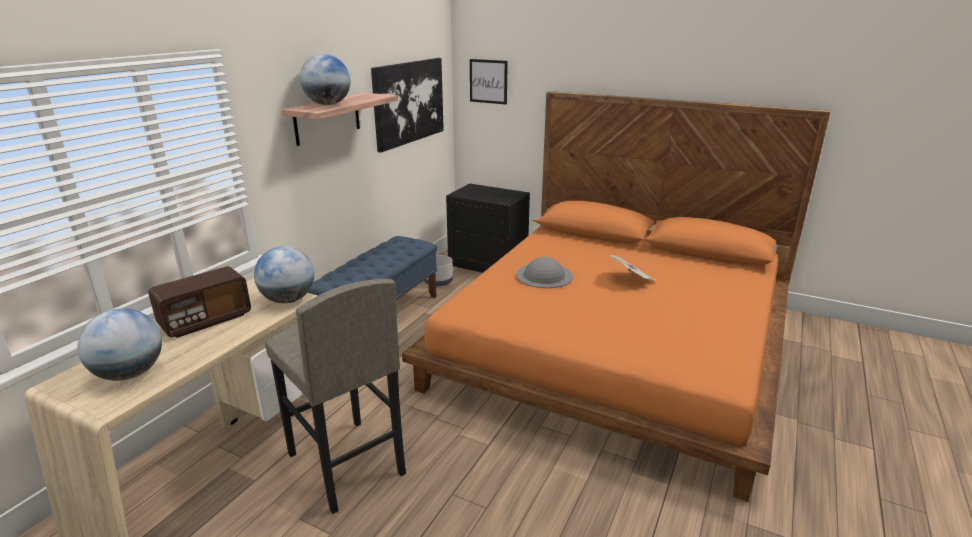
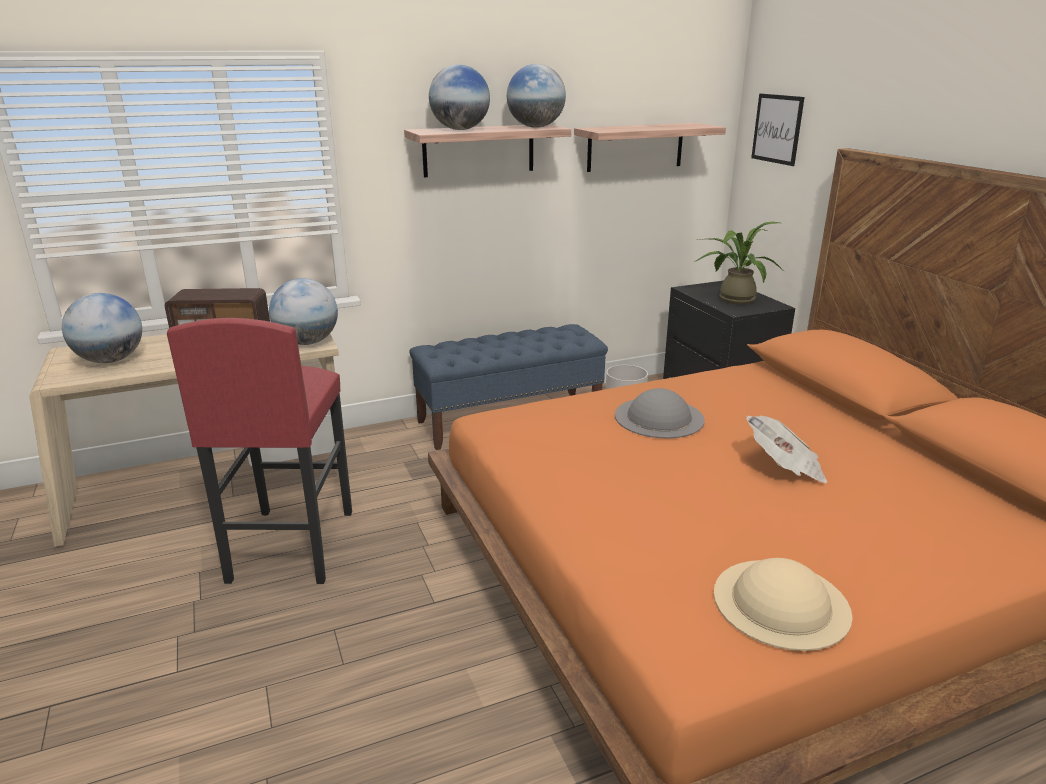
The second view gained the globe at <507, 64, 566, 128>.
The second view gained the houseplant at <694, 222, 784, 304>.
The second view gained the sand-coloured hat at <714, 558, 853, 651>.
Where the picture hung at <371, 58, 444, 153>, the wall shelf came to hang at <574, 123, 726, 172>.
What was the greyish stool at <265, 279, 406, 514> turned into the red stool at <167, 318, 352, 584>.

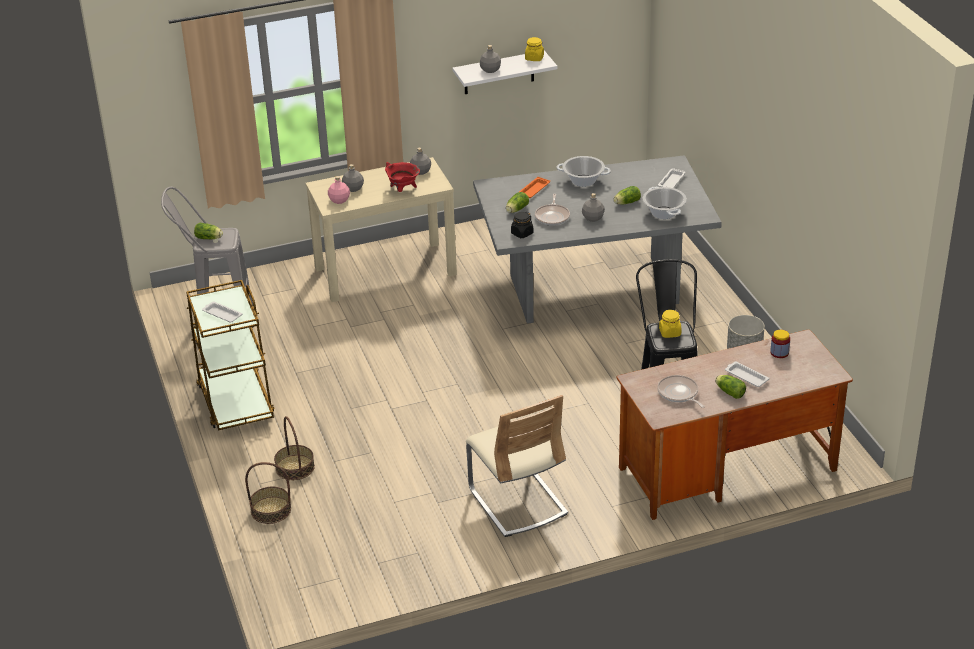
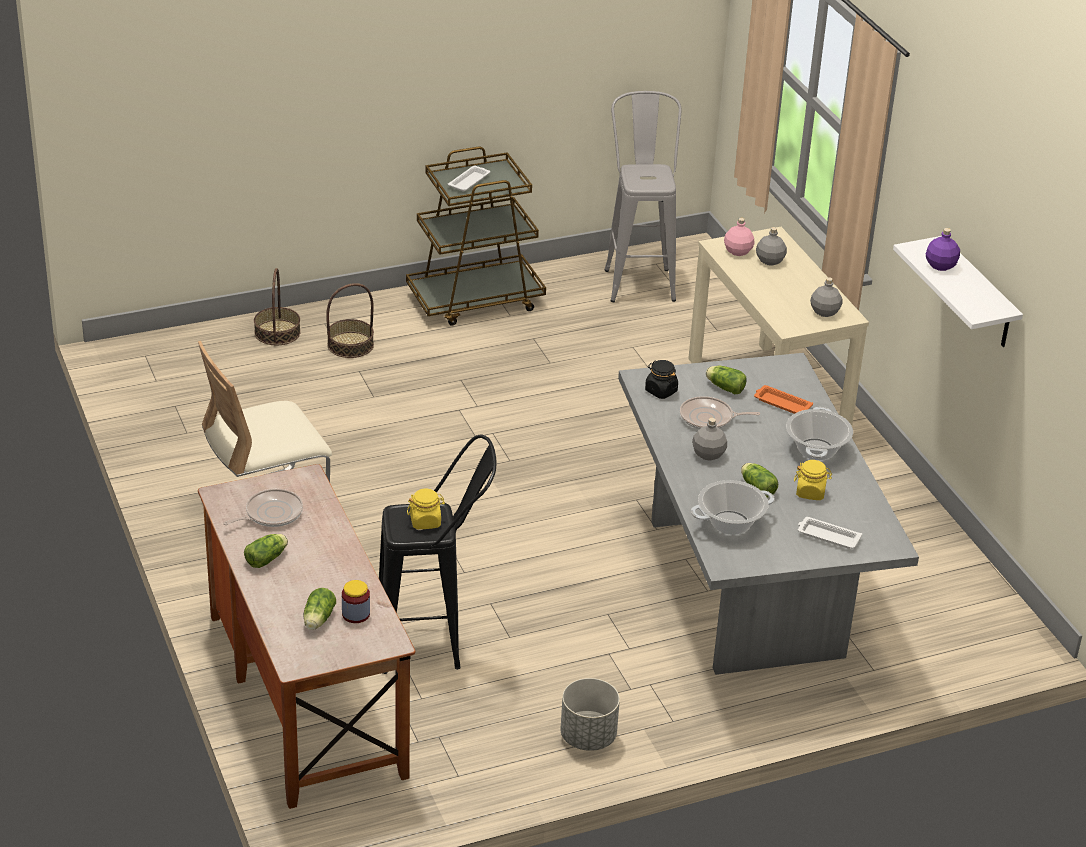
The second view lost the red stockpot at <385, 162, 420, 192>.
The second view lost the white serving tray at <725, 361, 770, 387>.
The lettuce head ended up elsewhere, having gone from <194, 223, 223, 239> to <303, 588, 336, 630>.
The yellowish jar ended up elsewhere, having gone from <525, 37, 544, 61> to <794, 460, 832, 500>.
What was the greyish bottle at <480, 45, 501, 73> turned into the purple bottle at <926, 228, 960, 271>.

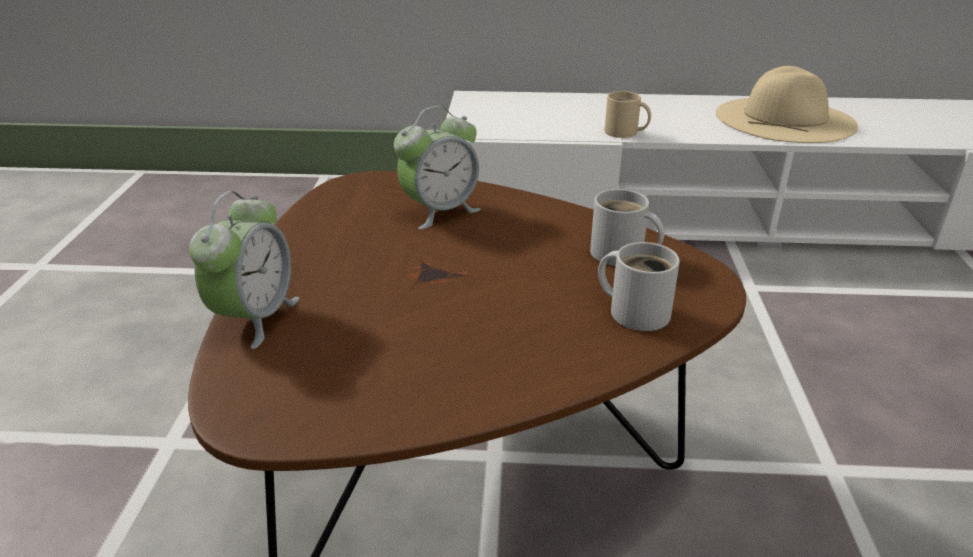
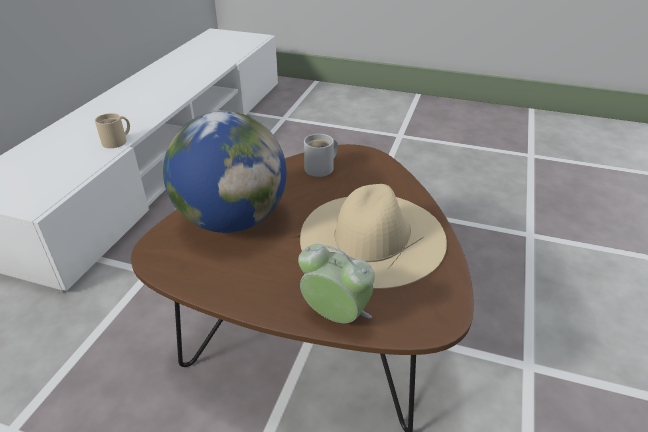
The second view lost the white mug at <598, 242, 680, 331>.
The sand-coloured hat ended up elsewhere, having gone from <716, 66, 858, 143> to <300, 184, 447, 289>.
Where the alarm clock stood at <394, 106, 481, 229>, the globe came to stand at <163, 111, 287, 233>.

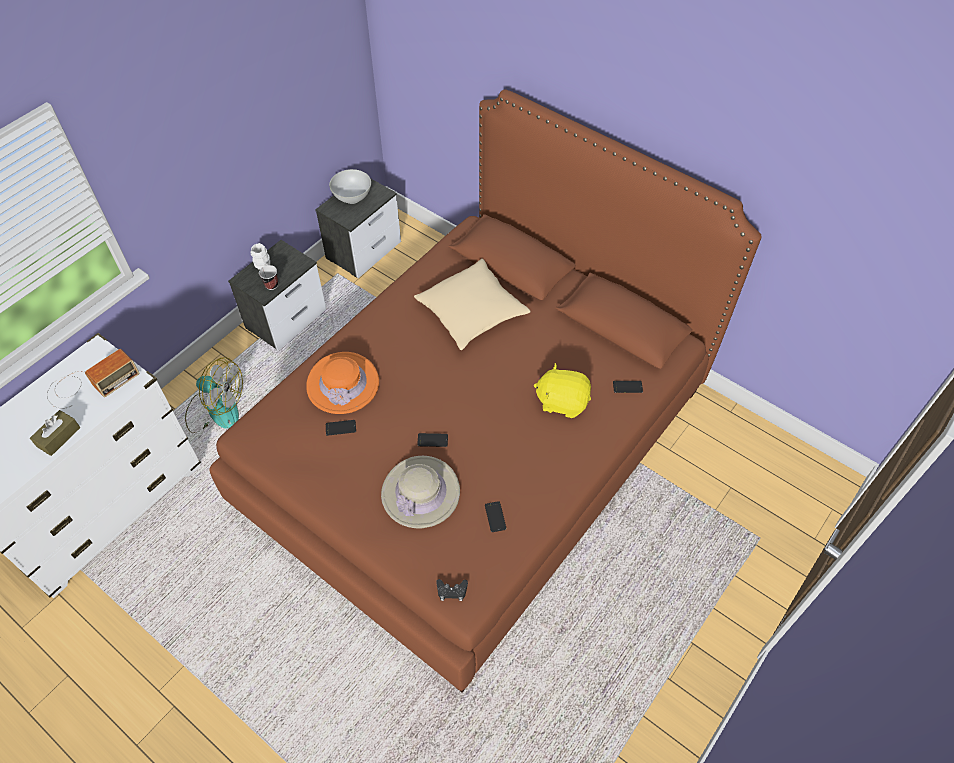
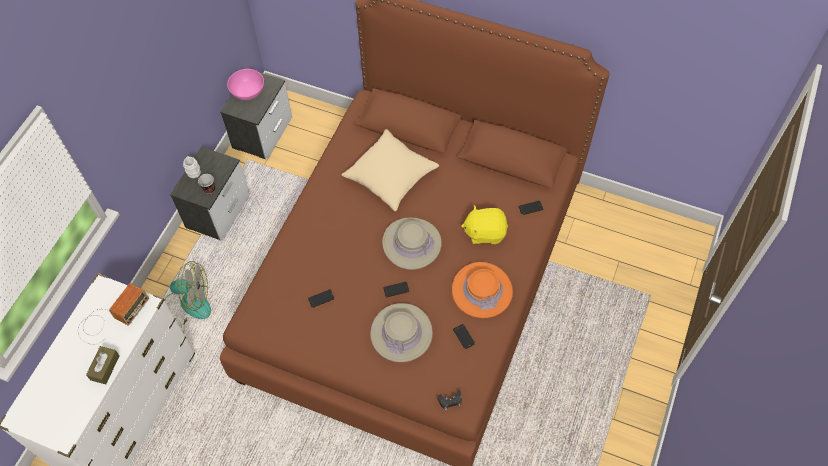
The second view gained the sand-coloured hat at <382, 218, 442, 270>.
The orangey hat ended up elsewhere, having gone from <306, 352, 379, 414> to <452, 262, 513, 318>.
What was the white bowl at <329, 169, 371, 204> turned into the pink bowl at <227, 69, 264, 100>.

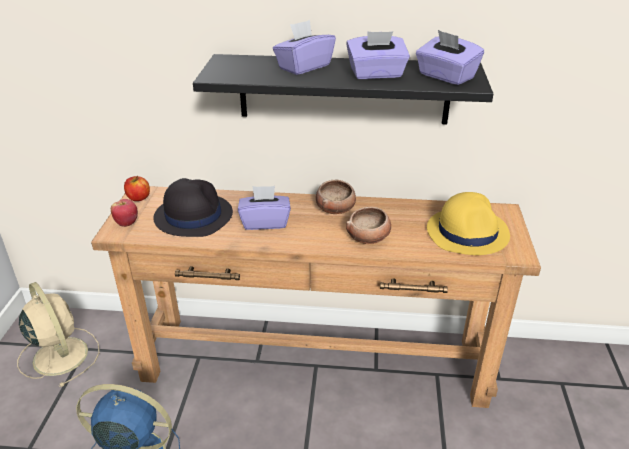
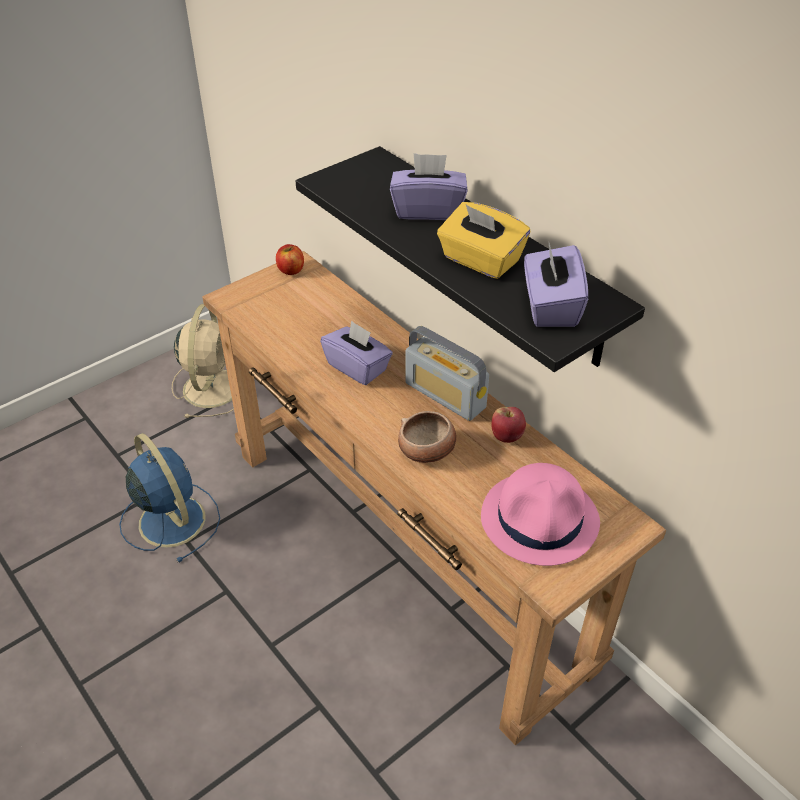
The second view lost the blackish hat at <153, 178, 233, 237>.
The apple fruit ended up elsewhere, having gone from <111, 199, 138, 227> to <491, 407, 526, 443>.
Where the bowl stood at <316, 180, 356, 214>, the radio receiver came to stand at <405, 326, 489, 421>.
What was the purple box of tissues at <346, 31, 410, 79> turned into the yellowish box of tissues at <437, 202, 530, 279>.
What was the yellowish hat at <427, 192, 510, 255> turned into the pink hat at <481, 463, 600, 566>.

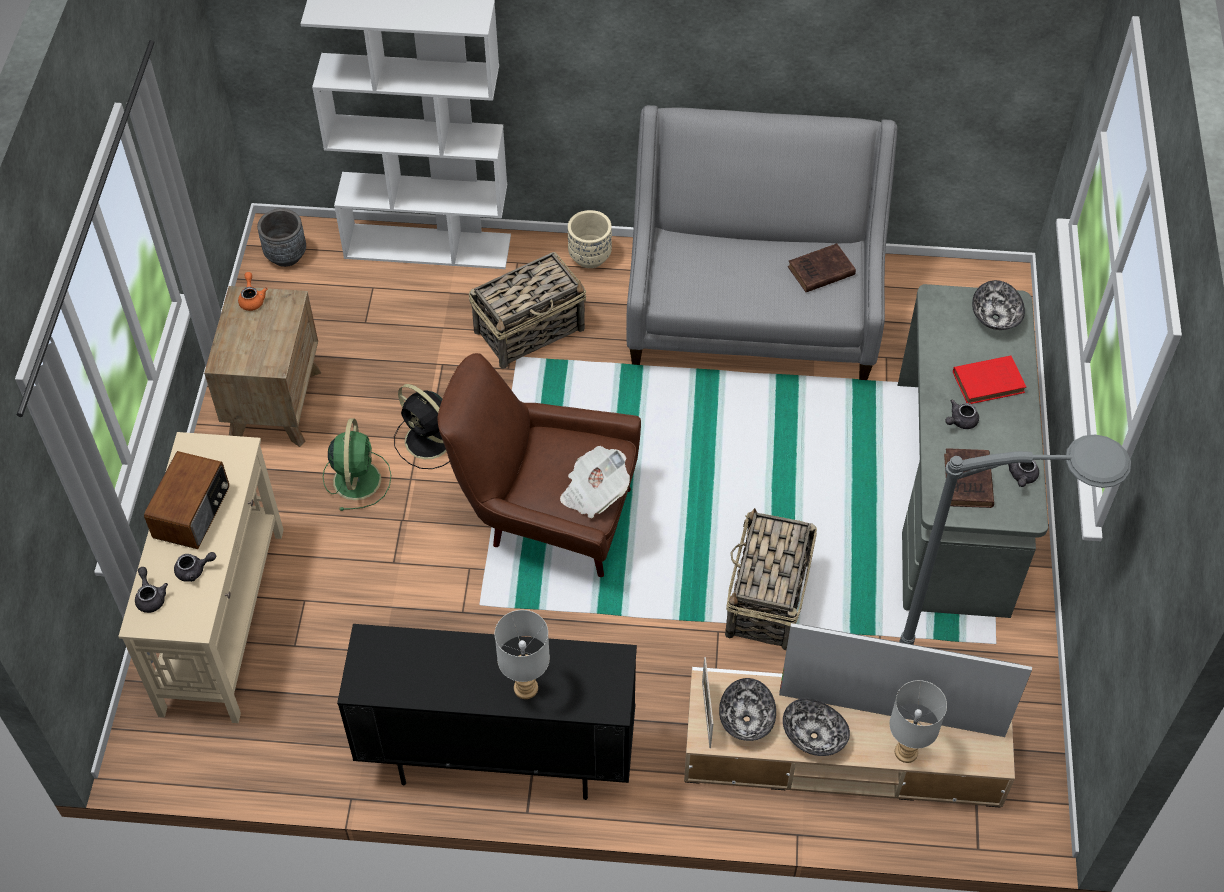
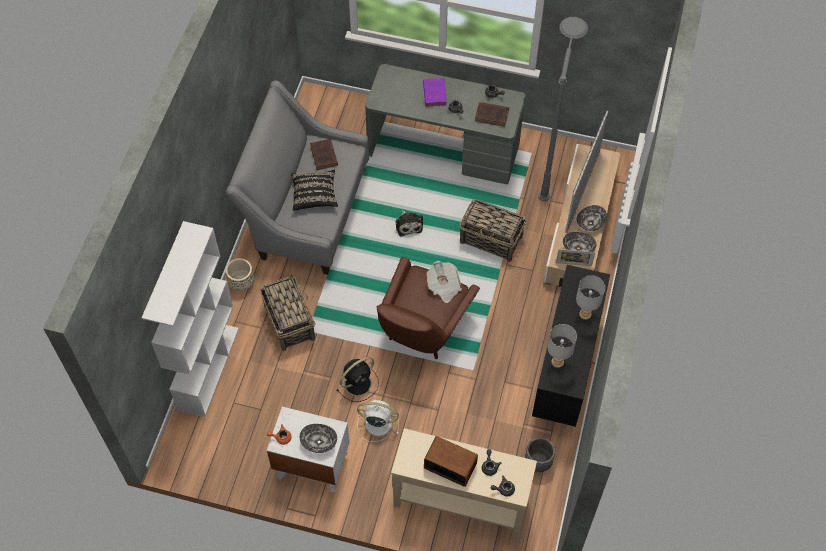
The second view gained the blackish throw pillow at <291, 169, 338, 211>.
The second view gained the plush toy at <395, 210, 423, 237>.
The greyish plant pot ended up elsewhere, having gone from <257, 208, 306, 267> to <525, 437, 555, 472>.
The greyish table lamp ended up elsewhere, having gone from <889, 680, 947, 763> to <548, 324, 577, 368>.
The bowl ended up elsewhere, having gone from <972, 280, 1025, 330> to <300, 424, 337, 453>.
What was the brown-coloured nightstand at <204, 286, 321, 447> turned into the white nightstand at <266, 407, 350, 493>.
What was the greenish cooling fan at <323, 418, 391, 511> turned into the white cooling fan at <357, 400, 399, 442>.
What was the red book at <953, 356, 1026, 404> turned into the purple book at <423, 78, 447, 106>.

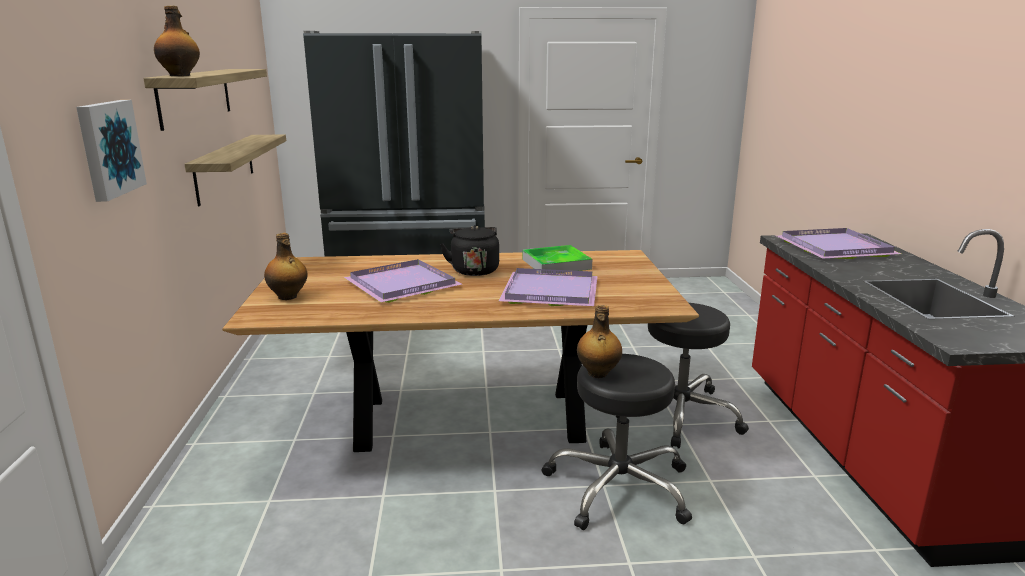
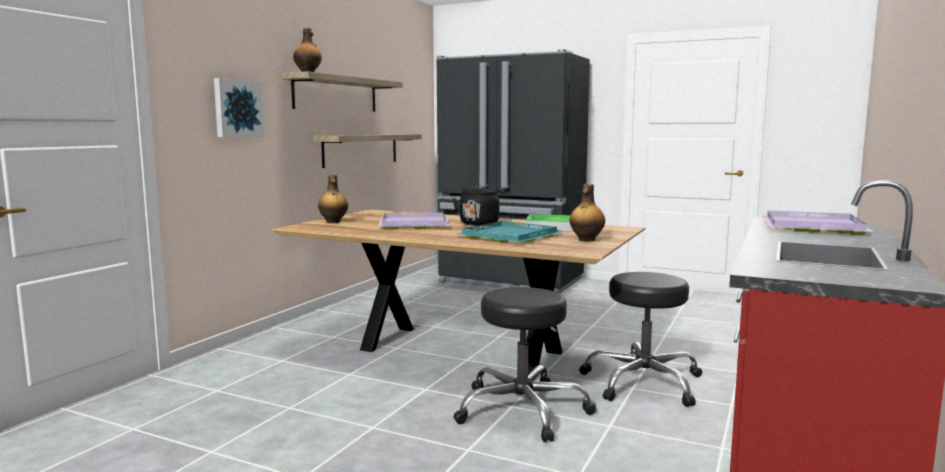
The bottle ended up elsewhere, having gone from <577, 305, 622, 378> to <570, 184, 605, 242>.
What was the purple serving tray at <499, 268, 598, 306> turned into the turquoise-coloured serving tray at <457, 221, 561, 242>.

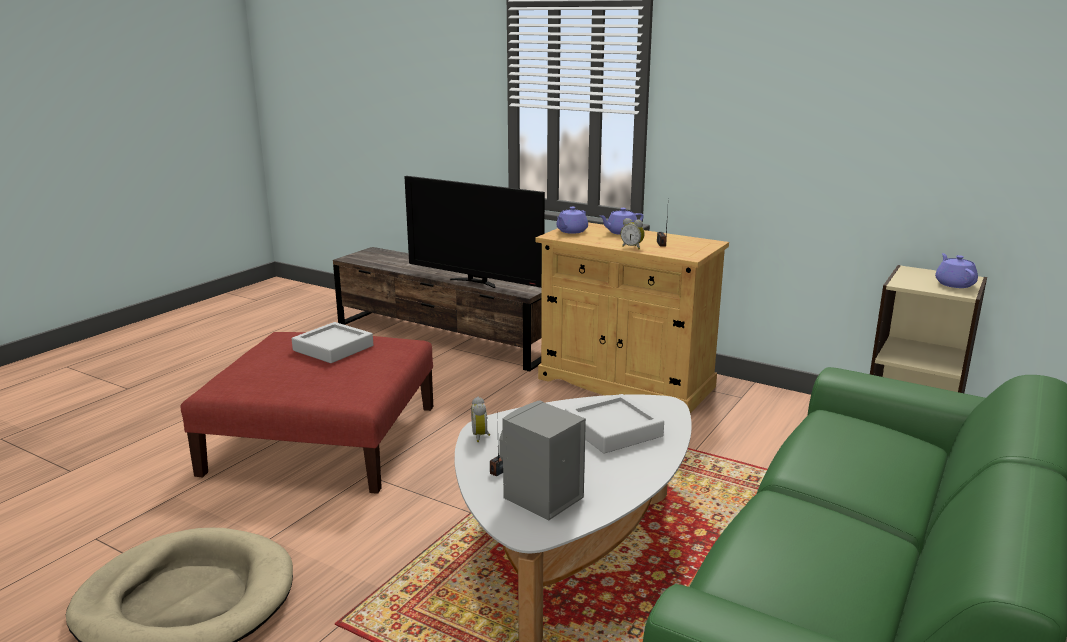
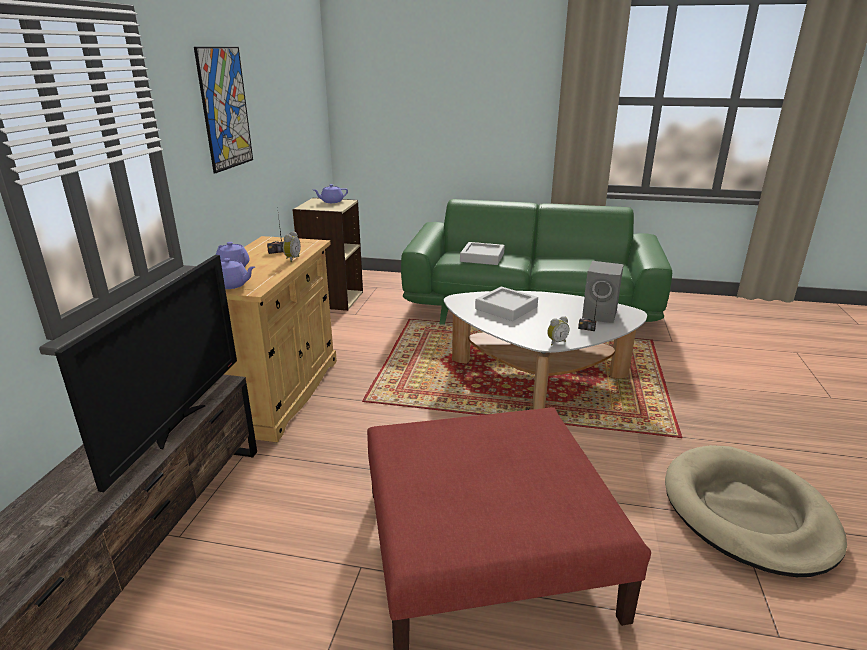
The second view gained the picture at <194, 47, 253, 173>.
The greyish serving tray ended up elsewhere, having gone from <292, 322, 373, 363> to <460, 242, 505, 265>.

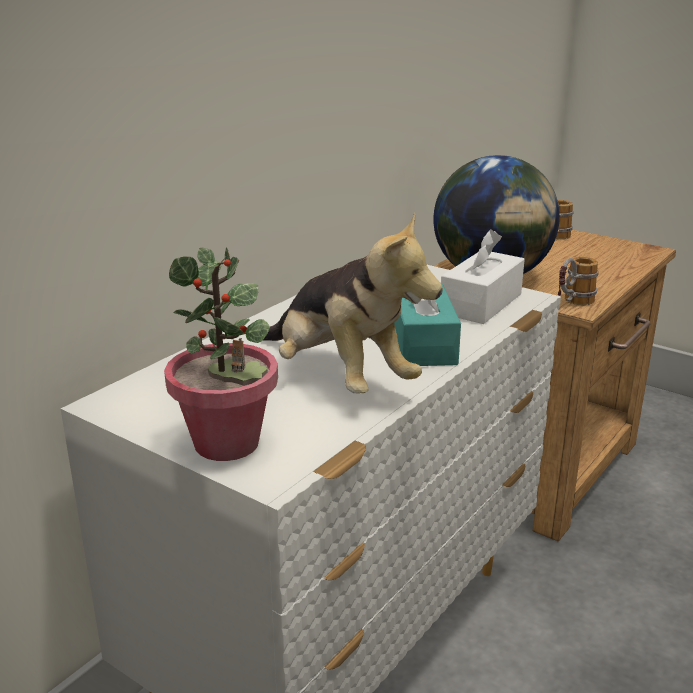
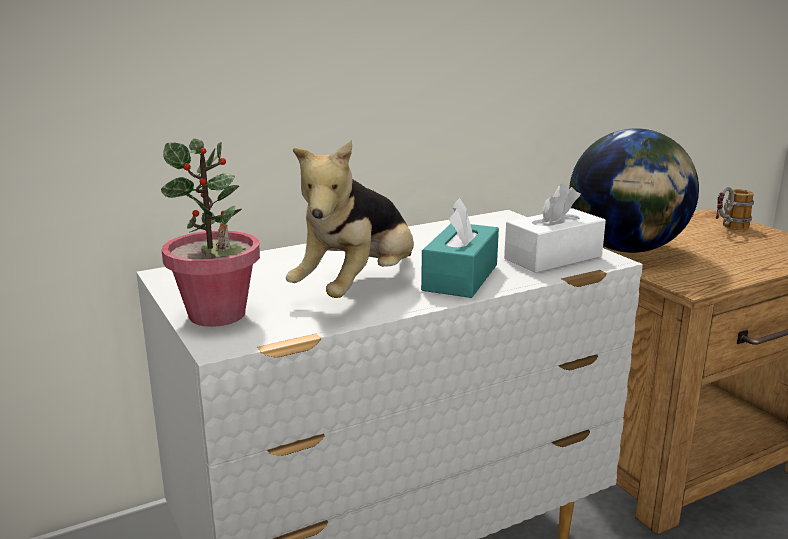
The second view lost the mug at <558, 257, 599, 305>.
The plush toy at <263, 213, 443, 394> ended up facing another way, 45 degrees clockwise from before.

